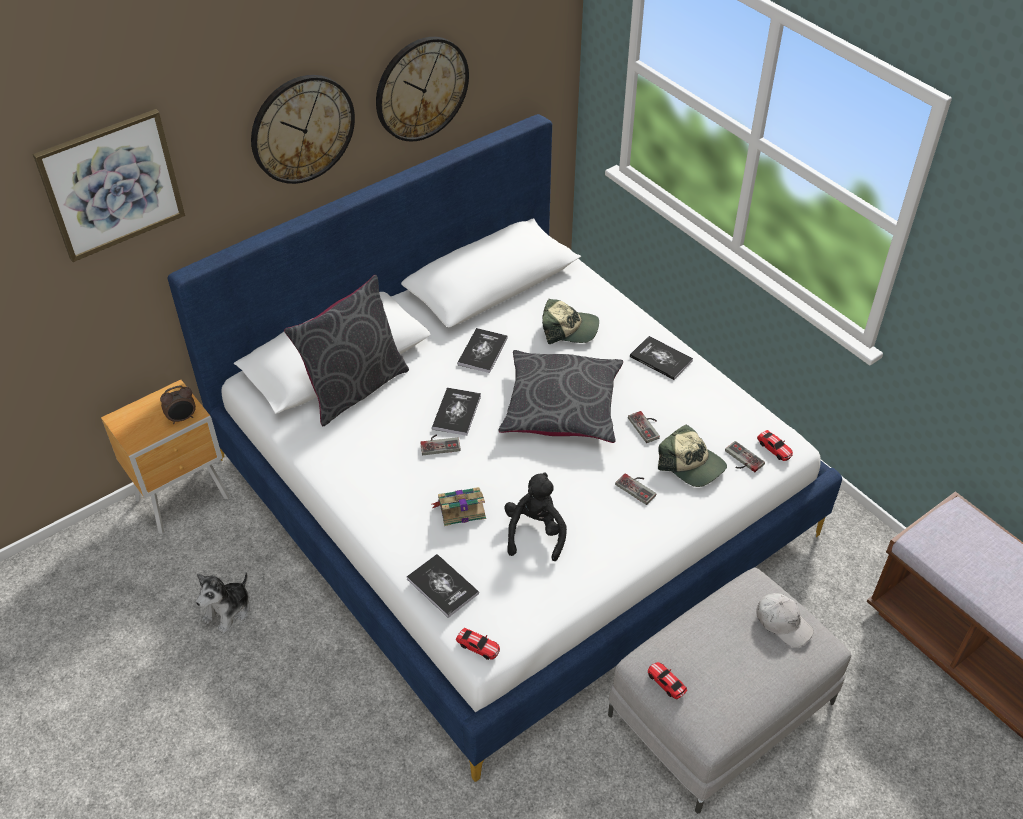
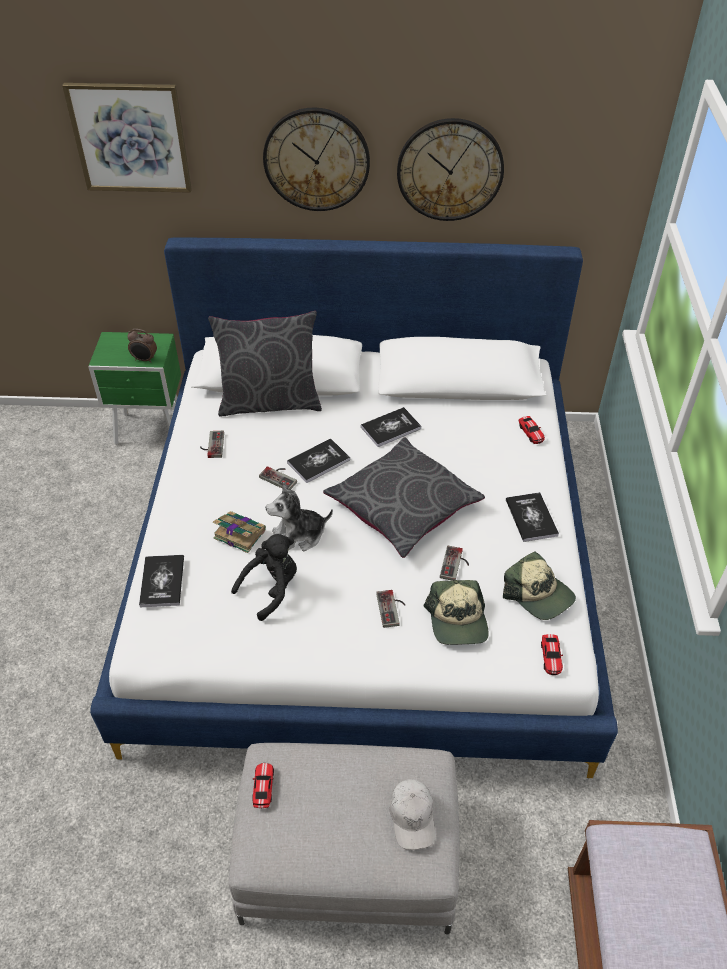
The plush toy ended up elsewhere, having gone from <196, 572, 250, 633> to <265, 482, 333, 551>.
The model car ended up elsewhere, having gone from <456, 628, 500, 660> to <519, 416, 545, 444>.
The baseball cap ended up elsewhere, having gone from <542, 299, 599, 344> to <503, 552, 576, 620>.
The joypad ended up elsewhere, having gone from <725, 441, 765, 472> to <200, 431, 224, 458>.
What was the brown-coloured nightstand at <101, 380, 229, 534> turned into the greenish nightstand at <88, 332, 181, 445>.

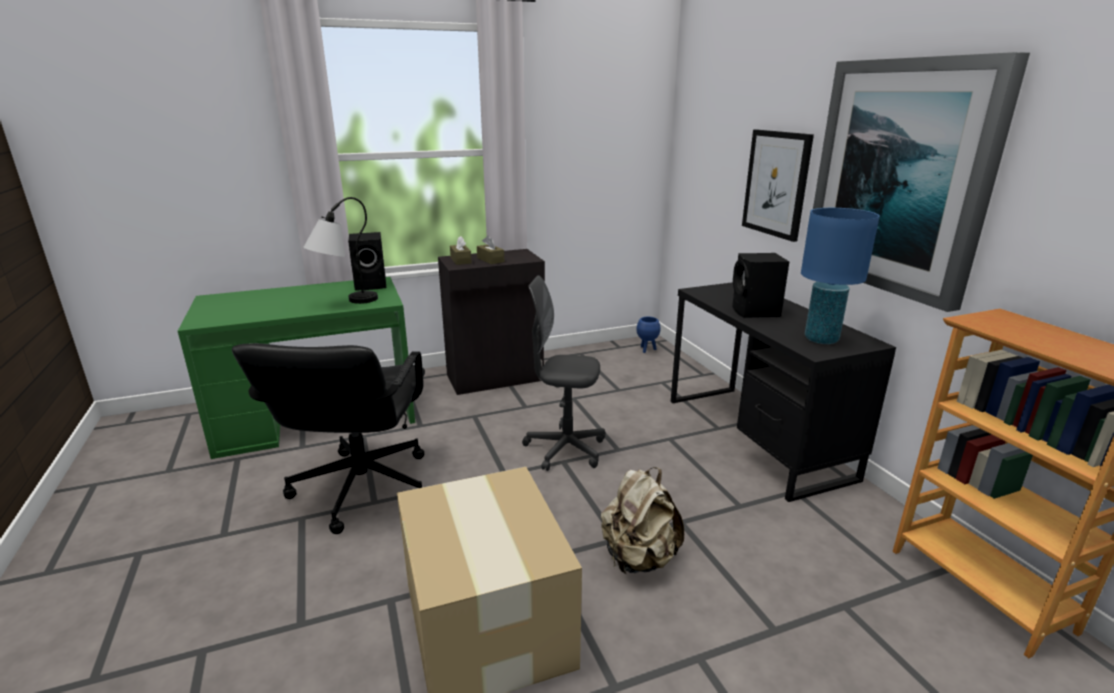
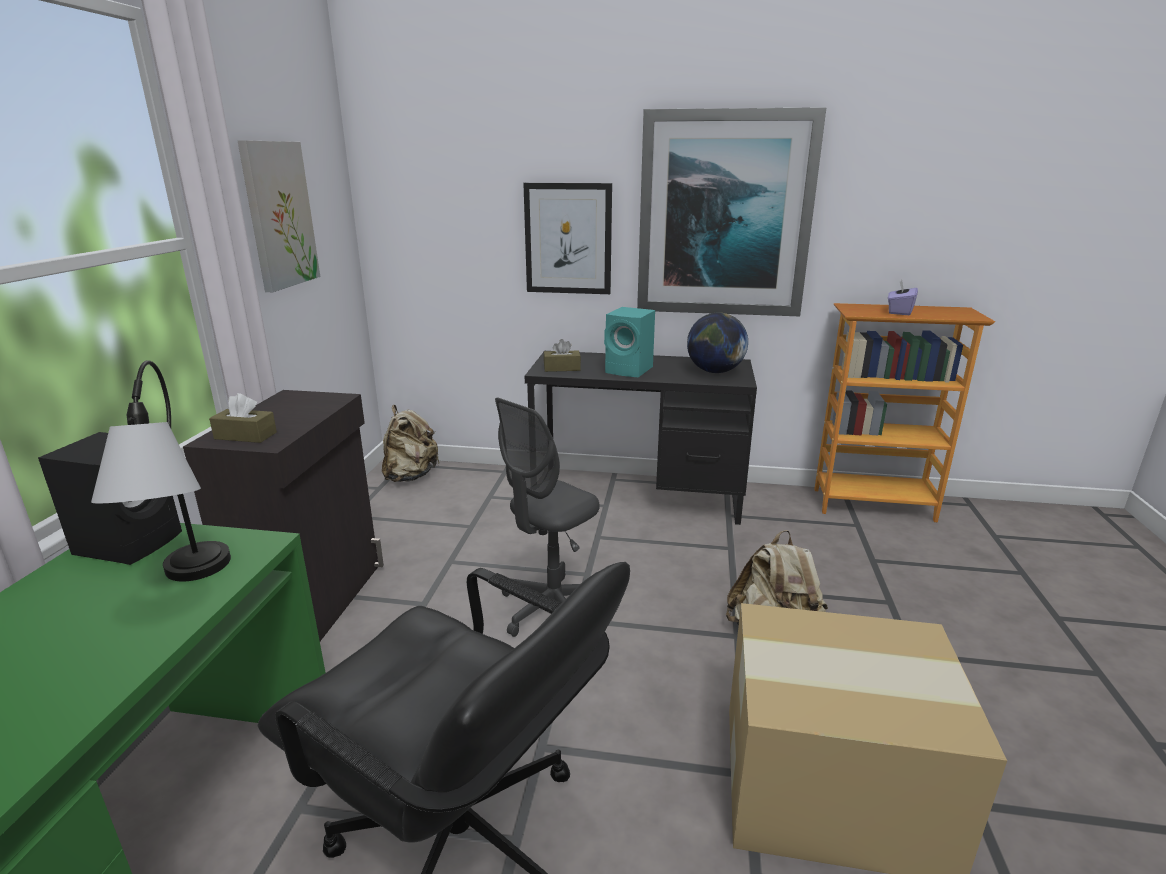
The second view gained the picture at <238, 140, 320, 292>.
The second view gained the purple box of tissues at <888, 280, 918, 315>.
The brown-coloured box of tissues ended up elsewhere, having gone from <477, 236, 504, 264> to <543, 339, 581, 372>.
Where the bluish plant pot stood at <636, 317, 660, 353>, the sand-coloured knapsack came to stand at <382, 405, 439, 482>.
Where the bluish table lamp stood at <801, 208, 880, 344>, the globe came to stand at <687, 312, 748, 373>.
What was the blackish audio speaker at <732, 253, 789, 318> turned into the turquoise-coloured audio speaker at <604, 307, 655, 377>.

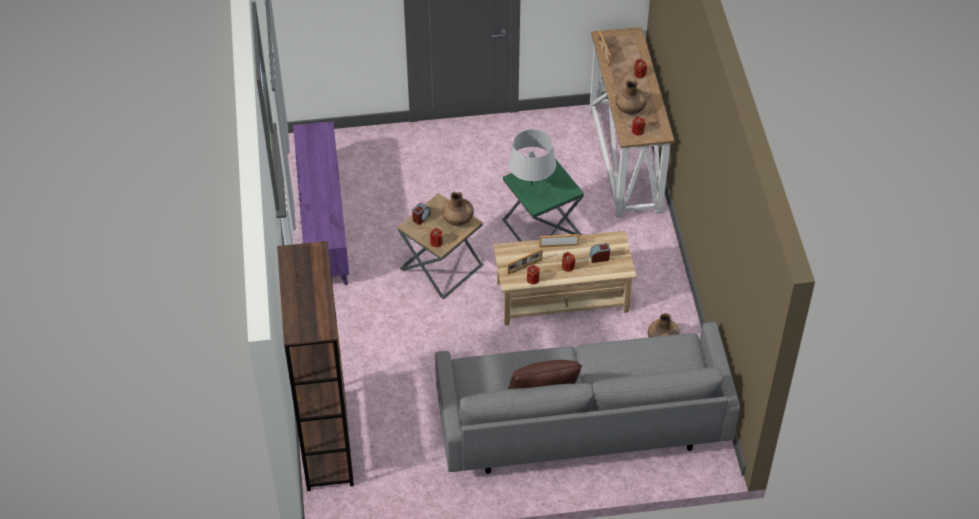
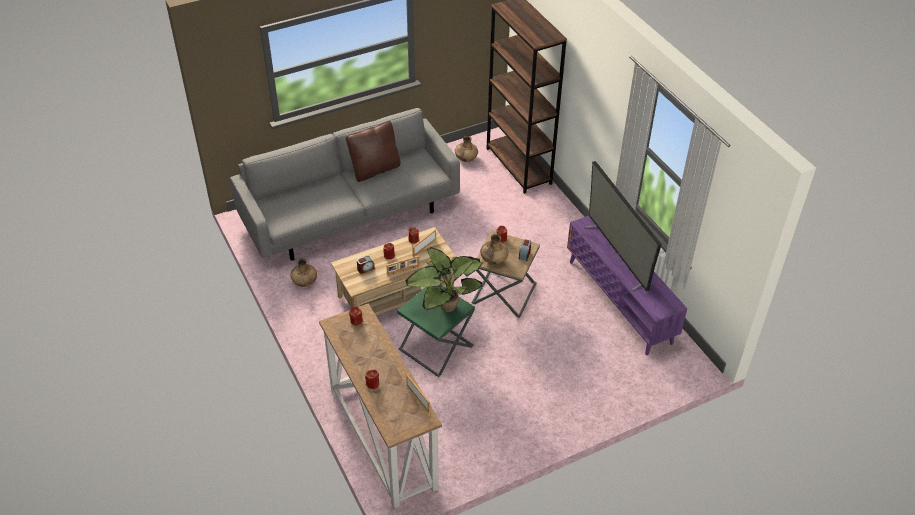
The second view gained the TV at <585, 161, 662, 291>.
The brown-coloured vase ended up elsewhere, having gone from <615, 80, 647, 115> to <455, 136, 478, 162>.
Where the greyish table lamp stood at <508, 129, 556, 185>, the houseplant came to stand at <405, 247, 483, 312>.

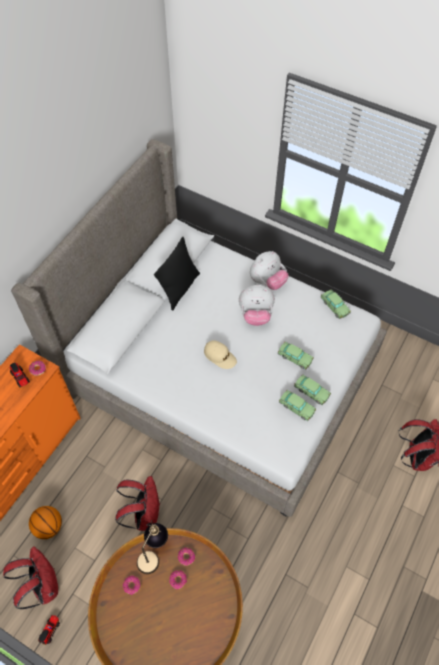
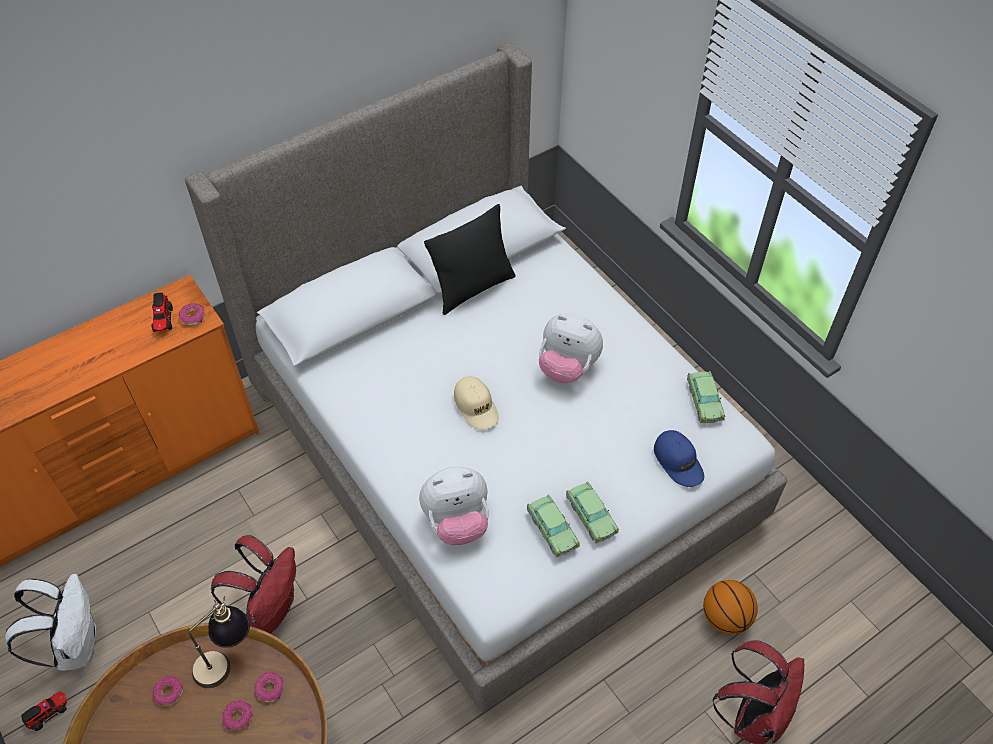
The second view lost the model car at <278, 342, 314, 369>.
The second view gained the bluish baseball cap at <654, 430, 704, 487>.
The basketball ball ended up elsewhere, having gone from <29, 506, 62, 539> to <703, 580, 758, 634>.
The plush toy ended up elsewhere, having gone from <250, 251, 289, 290> to <419, 467, 489, 545>.
What was the red knapsack at <3, 546, 58, 609> turned into the white knapsack at <5, 574, 96, 671>.

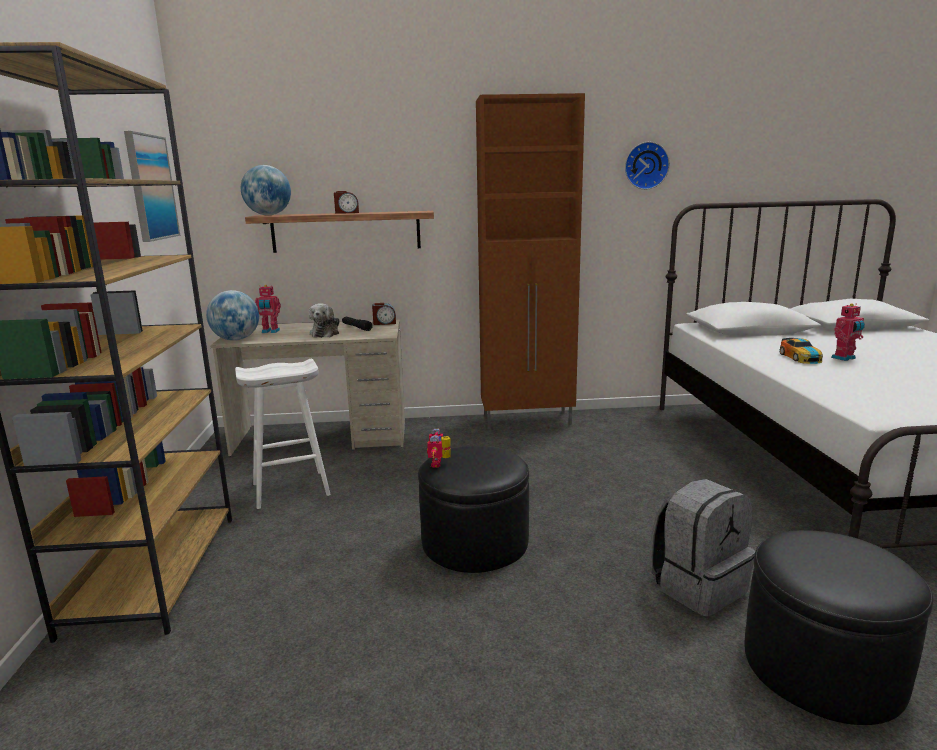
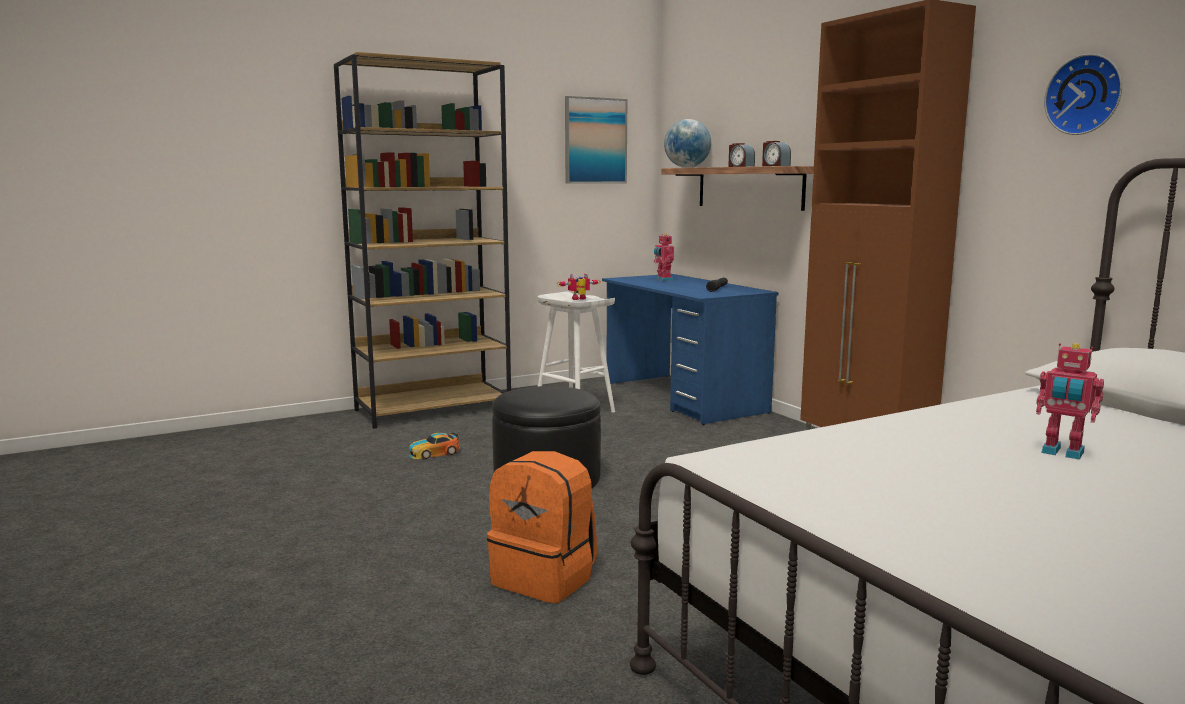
The second view lost the globe at <206, 290, 259, 341>.
The second view lost the plush toy at <309, 303, 340, 338>.
The second view lost the blackish footrest at <745, 530, 933, 725>.
The alarm clock ended up elsewhere, having gone from <372, 303, 396, 325> to <762, 141, 791, 166>.
The robot figure ended up elsewhere, having gone from <427, 429, 451, 468> to <557, 273, 601, 300>.
The model car ended up elsewhere, having gone from <780, 338, 823, 364> to <409, 433, 460, 459>.
What was the sand-coloured desk table at <210, 319, 405, 456> turned into the bluish desk table at <602, 274, 779, 425>.
What was the greyish knapsack at <650, 479, 755, 617> turned into the orangey knapsack at <487, 451, 597, 603>.

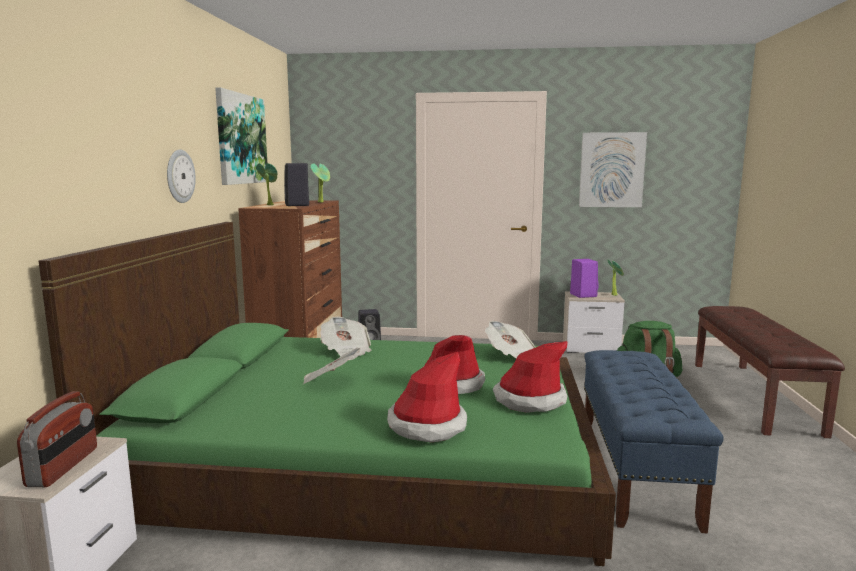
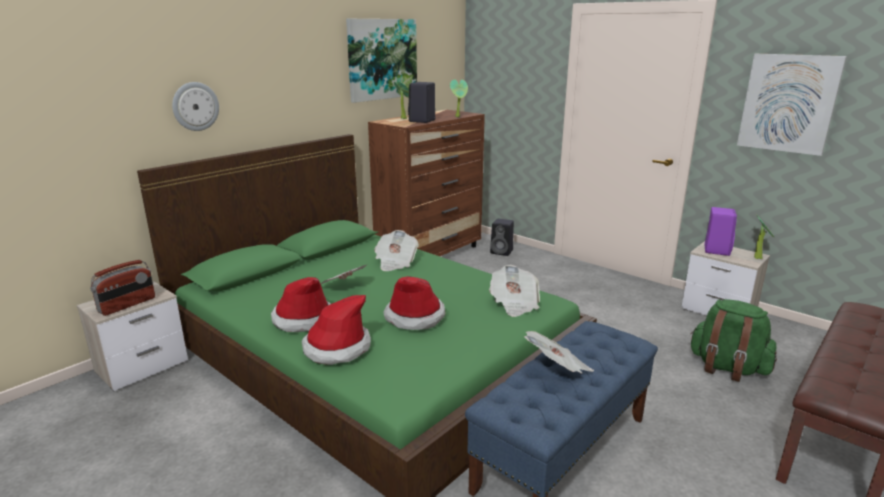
The second view gained the newspaper at <524, 331, 594, 373>.
The hanging clock ended up elsewhere, having gone from <167, 149, 196, 203> to <172, 82, 219, 131>.
The hat ended up elsewhere, having gone from <493, 341, 568, 413> to <271, 277, 331, 332>.

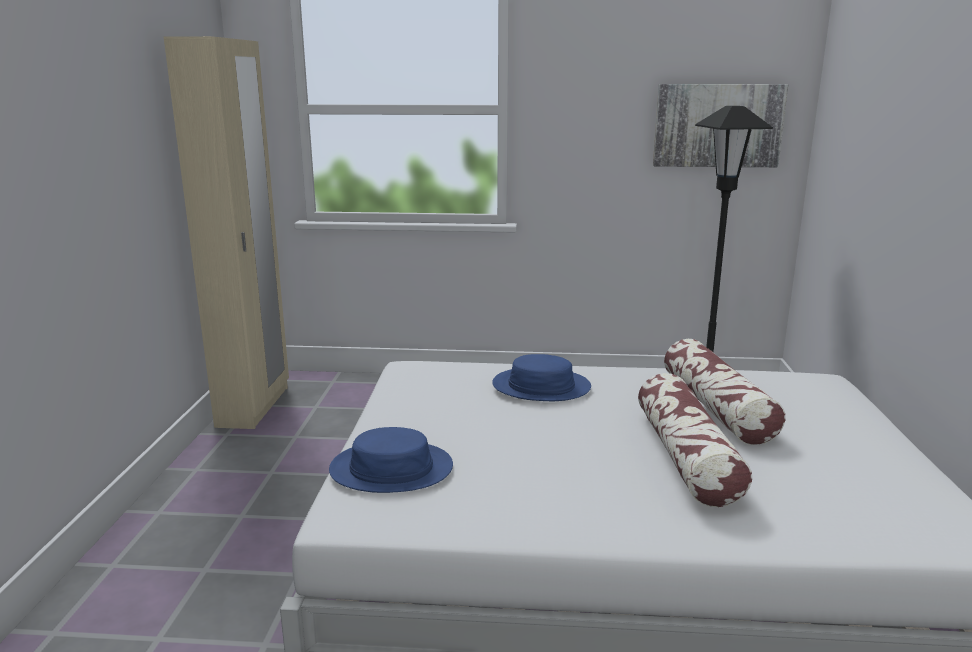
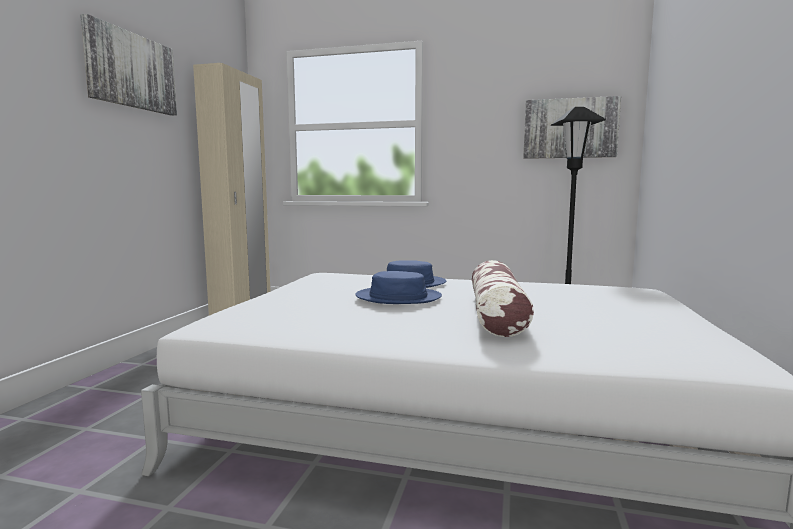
The second view lost the throw pillow at <664, 339, 785, 445>.
The second view gained the picture at <80, 14, 177, 116>.
The bluish hat ended up elsewhere, having gone from <329, 427, 453, 493> to <355, 271, 442, 304>.

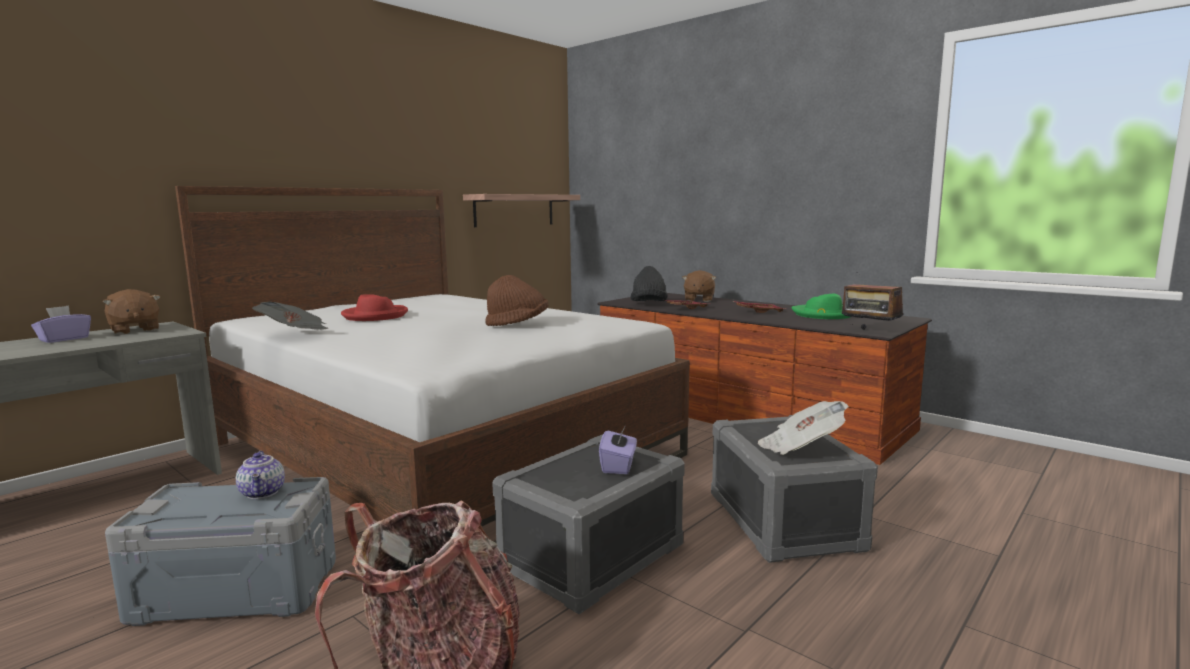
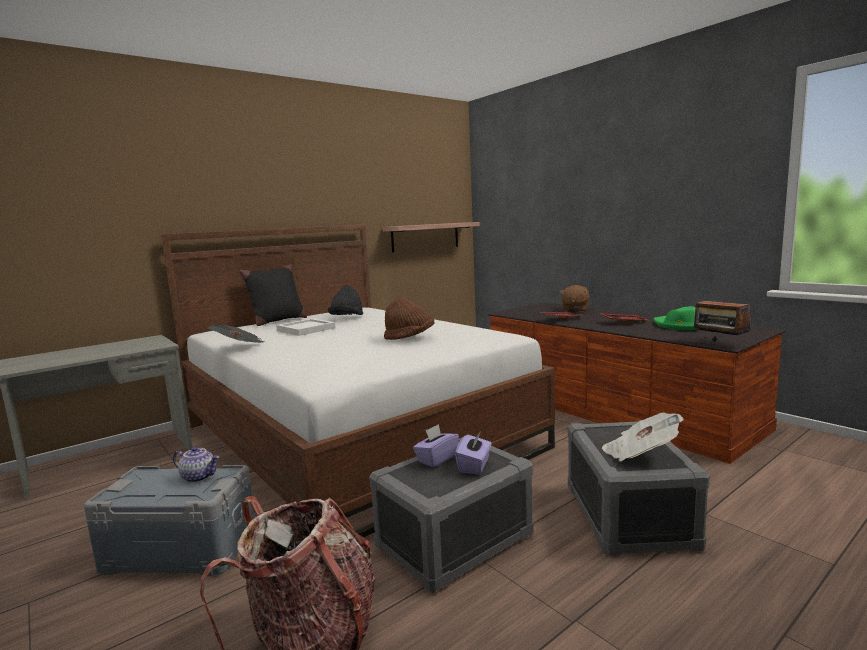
The second view lost the brown-coloured plush toy at <102, 289, 161, 335>.
The second view gained the blackish throw pillow at <239, 264, 307, 326>.
The purple box of tissues ended up elsewhere, having gone from <31, 305, 91, 343> to <413, 424, 459, 467>.
The blackish hat ended up elsewhere, having gone from <630, 266, 668, 301> to <328, 285, 363, 315>.
Where the red hat stood at <341, 294, 408, 321>, the white serving tray came to stand at <276, 318, 336, 336>.
The pot for tea at <236, 451, 285, 499> ended up facing another way, 60 degrees counterclockwise from before.

